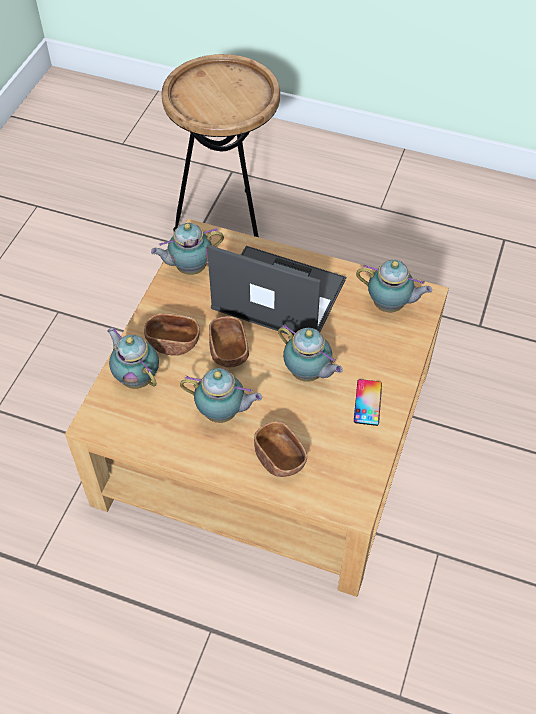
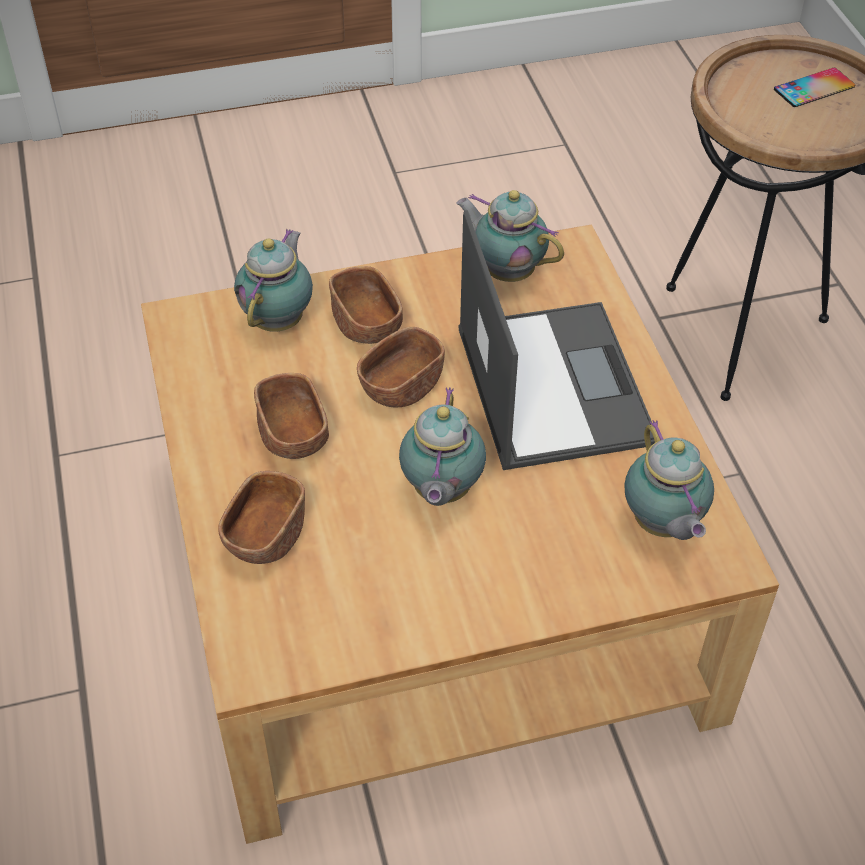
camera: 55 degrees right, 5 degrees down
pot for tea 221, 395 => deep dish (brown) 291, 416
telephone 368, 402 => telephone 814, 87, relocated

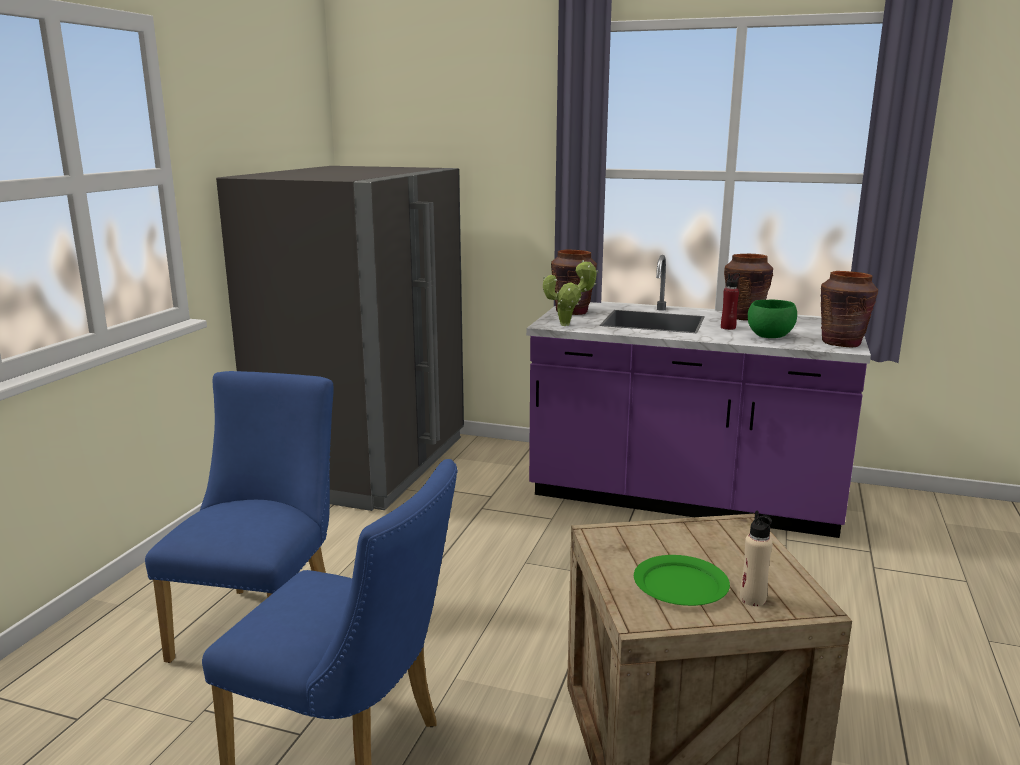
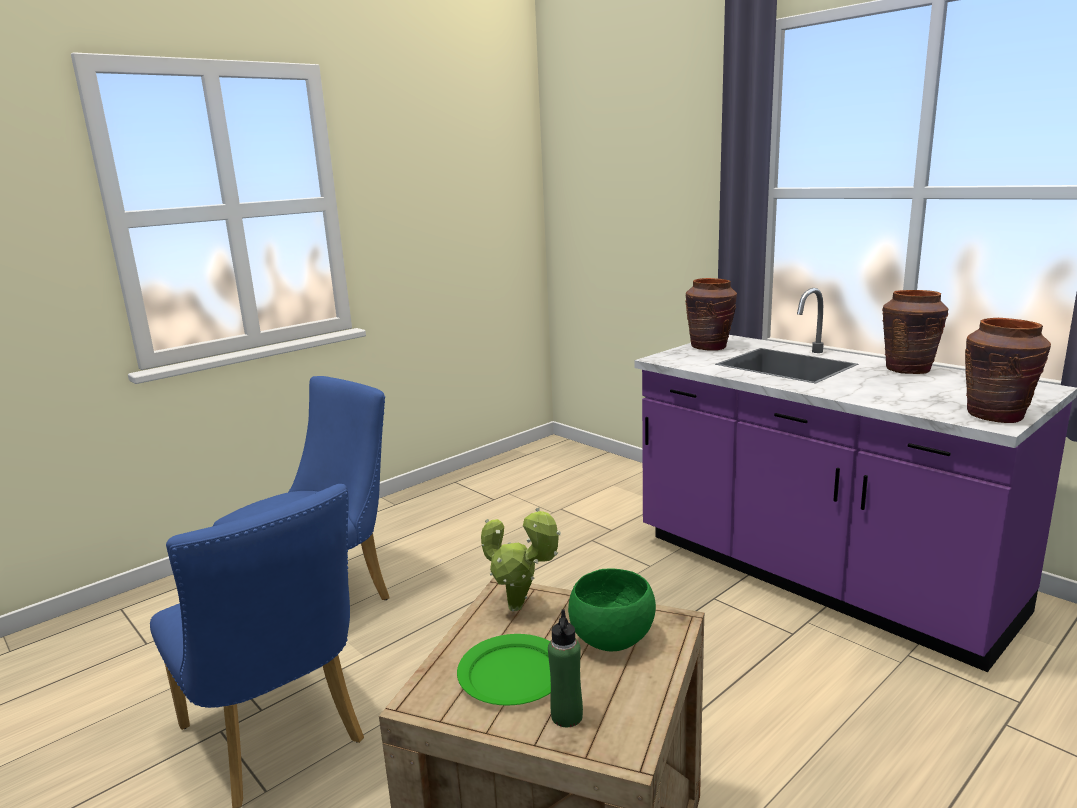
camera: 30 degrees right, 0 degrees up
fridge (greyish) 340, 338 => nothing
potted plant 571, 293 => potted plant 521, 559, relocated
beverage bottle (red-coloured) 730, 301 => nothing
beverage bottle (beige) 756, 558 => beverage bottle (greenish) 565, 668
deep dish (greenish) 772, 319 => deep dish (greenish) 612, 610, relocated

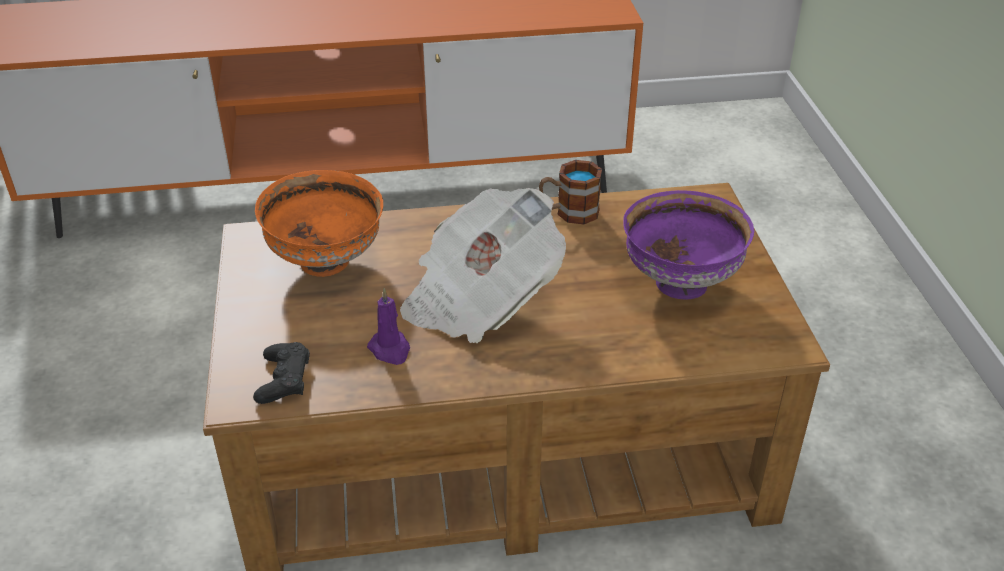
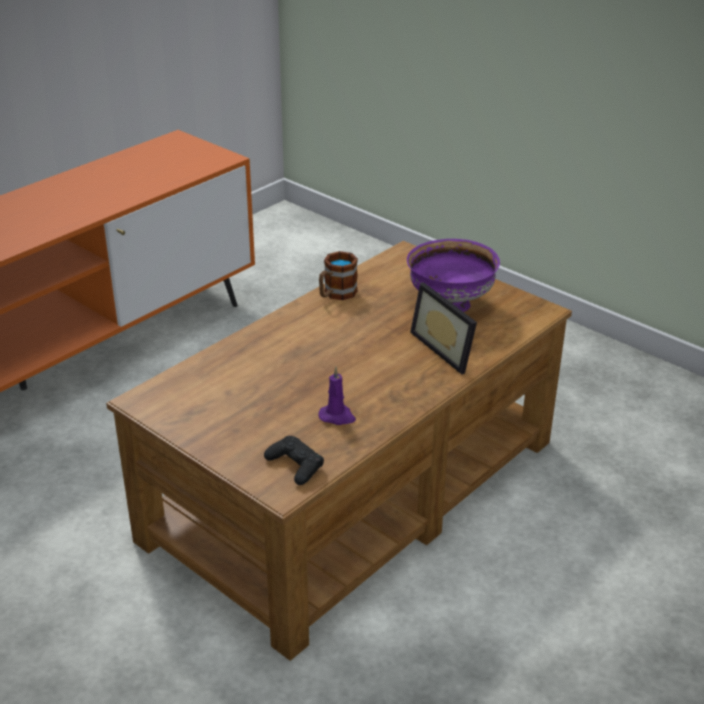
camera: 40 degrees left, 5 degrees down
deep dish (orange-coloured) 319, 223 => nothing
newspaper 483, 265 => nothing
nothing => photo frame 443, 328

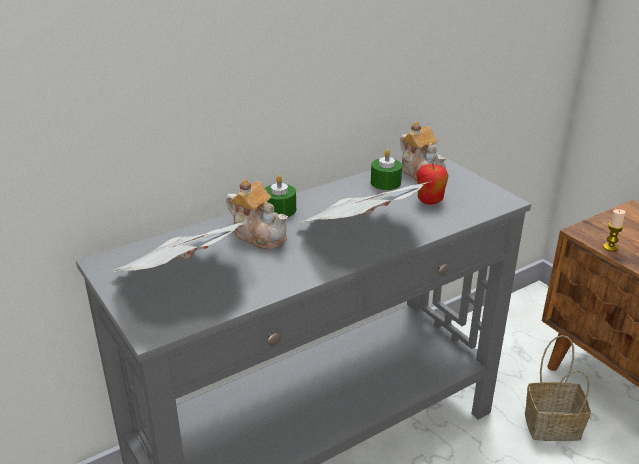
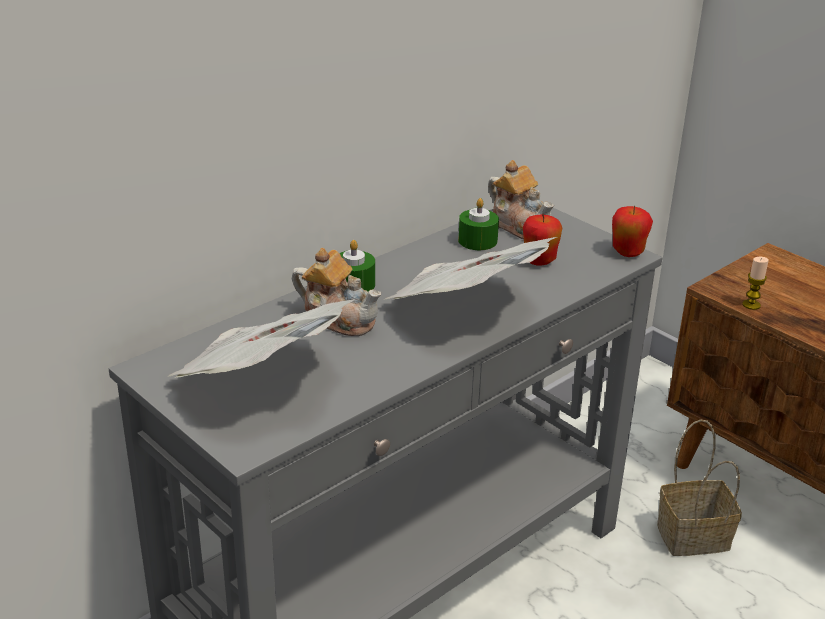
camera: 10 degrees left, 0 degrees up
nothing => whole apple 632, 231

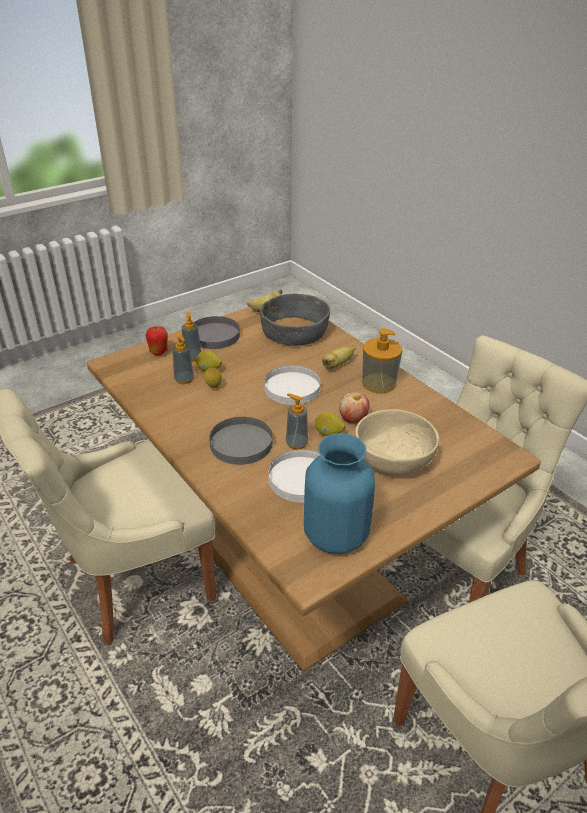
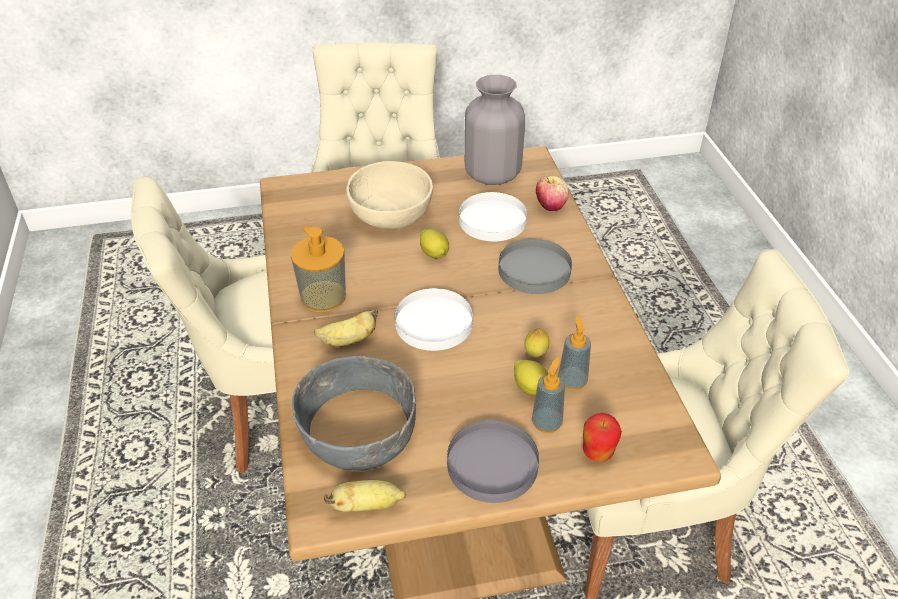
camera: 155 degrees left, 5 degrees up
soap bottle 297, 421 => nothing
flower vase (bluish) 339, 493 => flower vase (greyish) 494, 130
whole apple 354, 407 => whole apple 552, 193, relocated

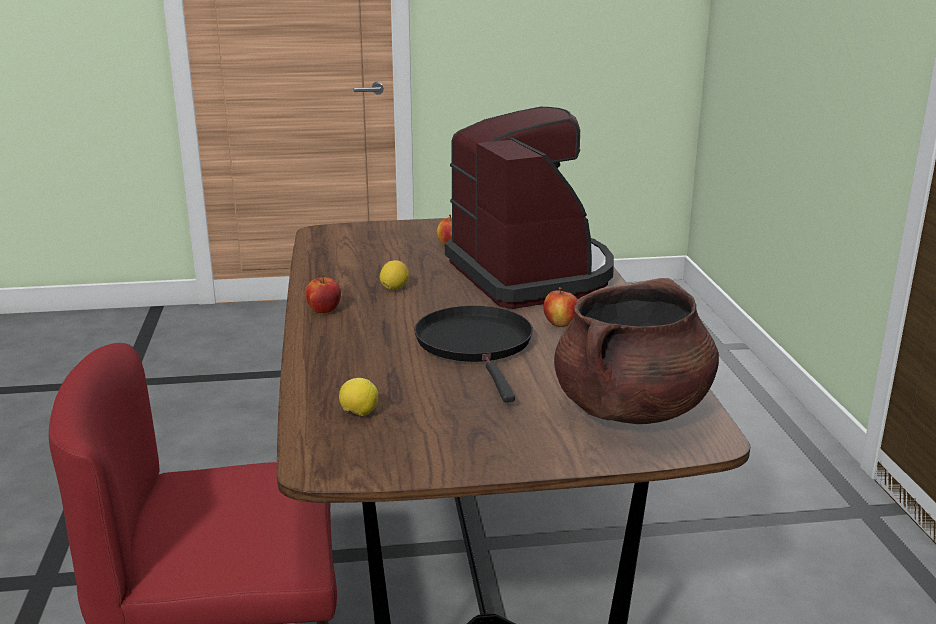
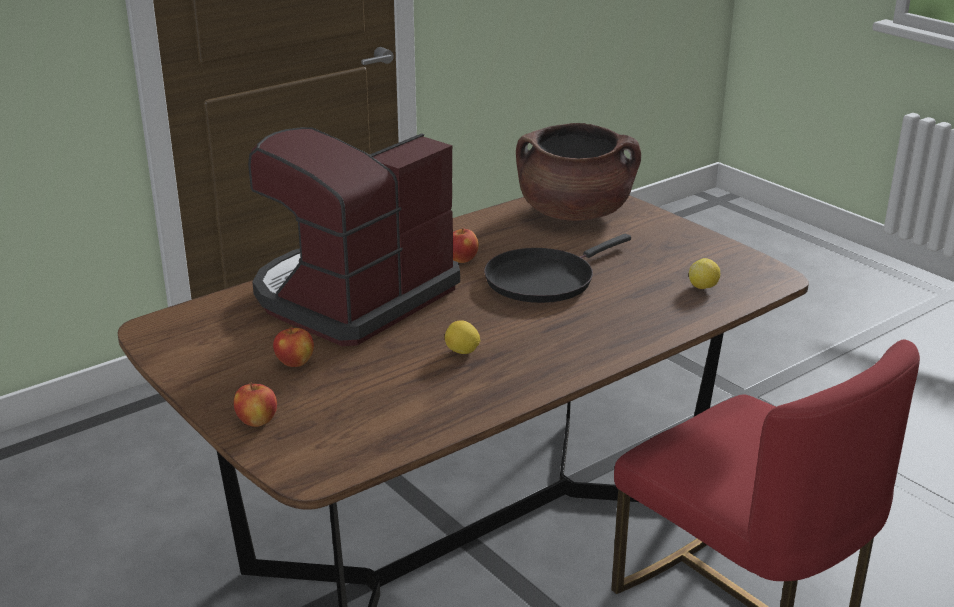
camera: 120 degrees left, 5 degrees up
whole apple 323, 293 => whole apple 255, 405, relocated

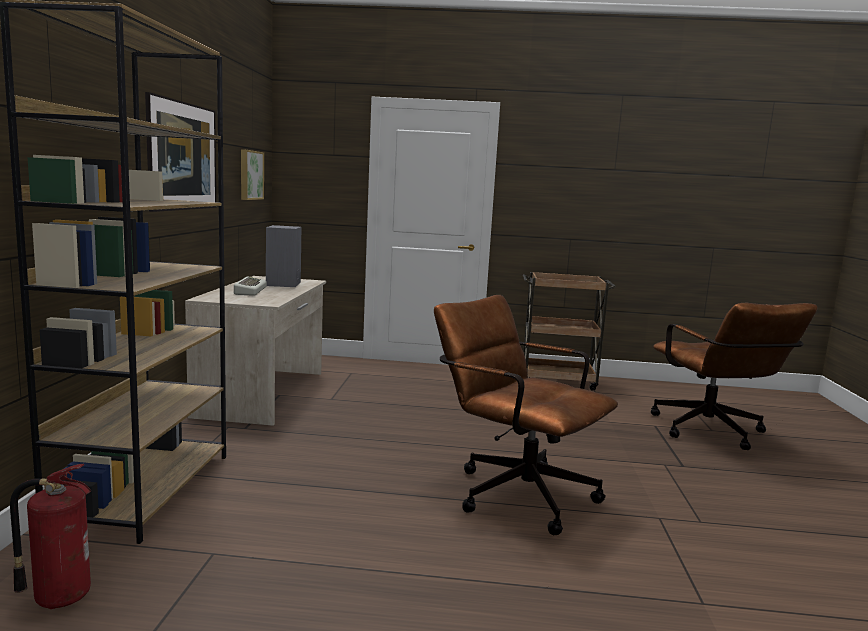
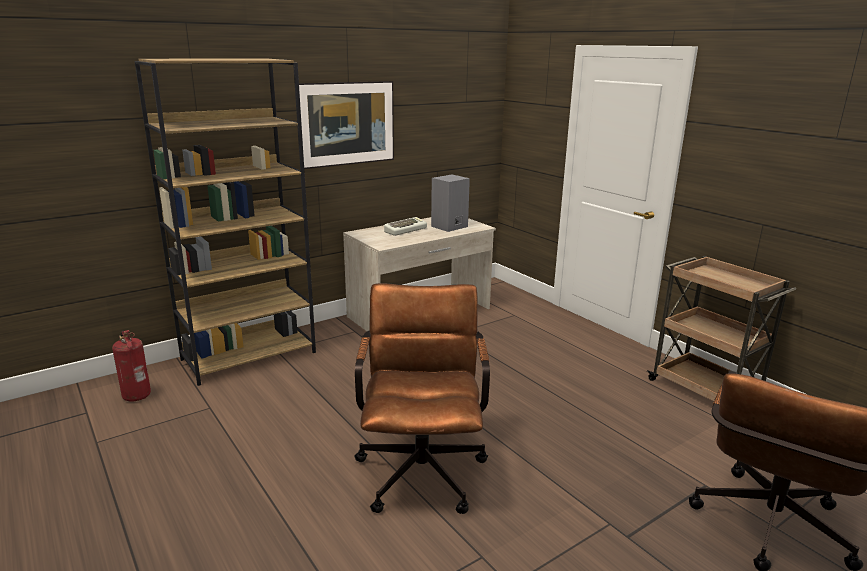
camera: 50 degrees right, 10 degrees up
wall picture 252, 174 => nothing

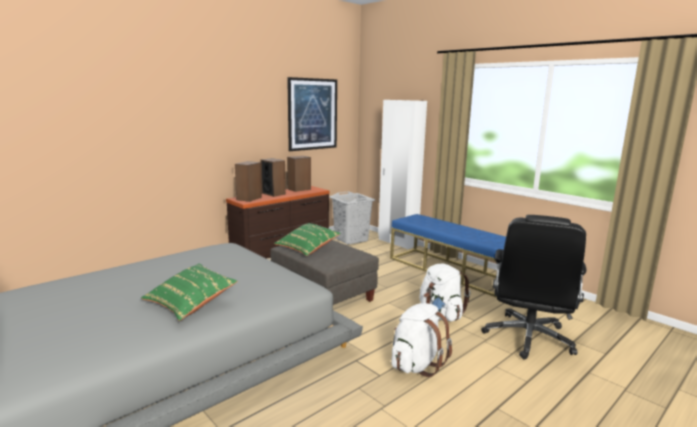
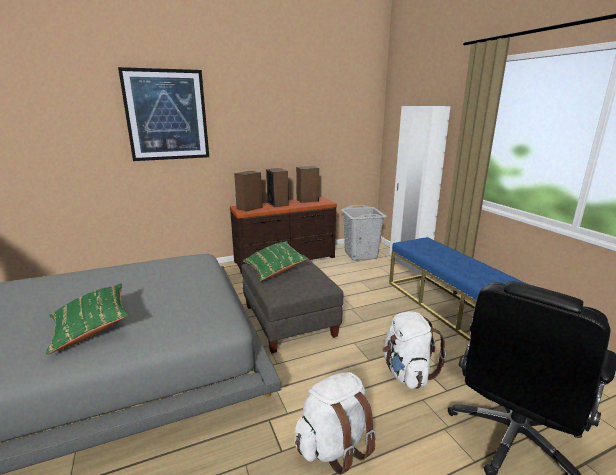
camera: 20 degrees right, 5 degrees up
wall picture 312, 114 => wall picture 163, 114, relocated

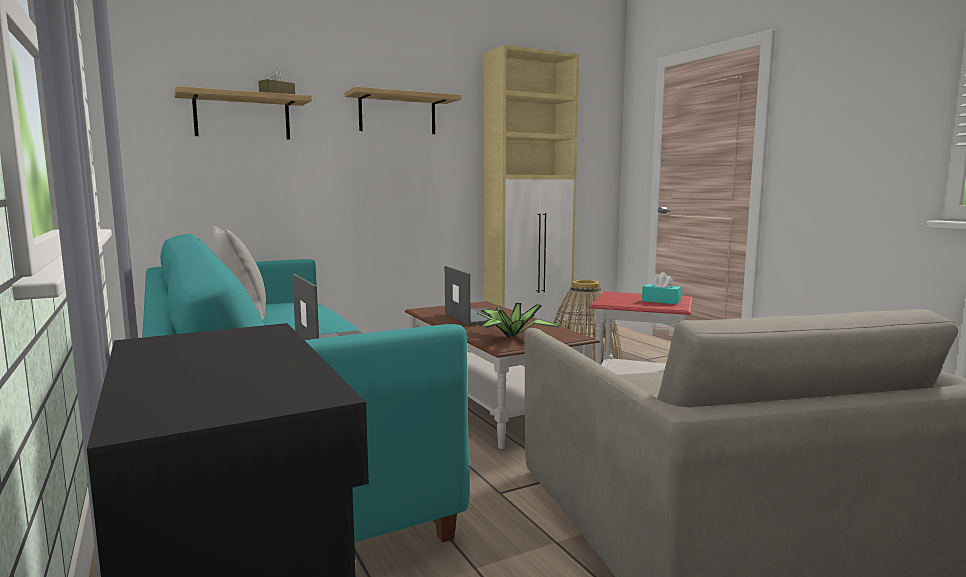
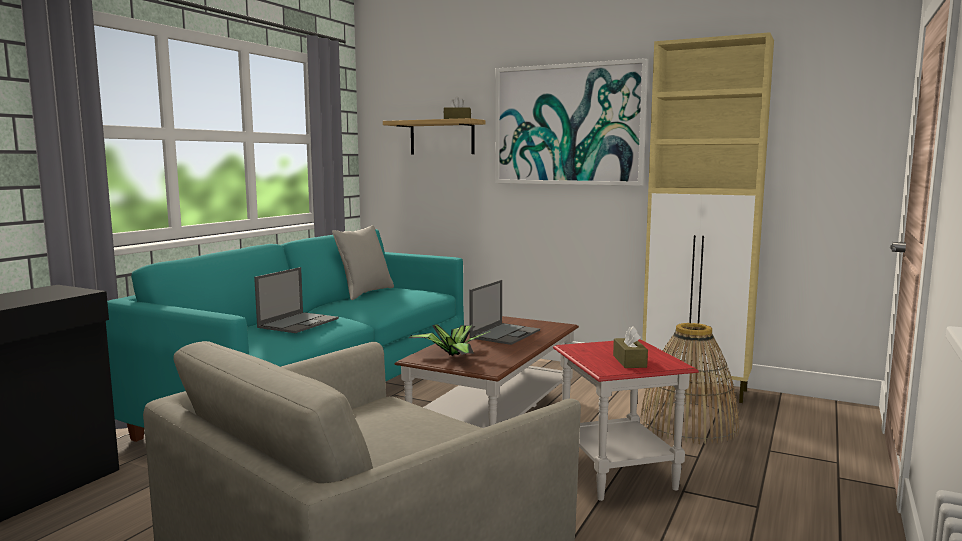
camera: 55 degrees right, 0 degrees up
bracket shelf 403, 110 => wall picture 571, 122
box of tissues (turquoise) 661, 288 => box of tissues (brown) 630, 347

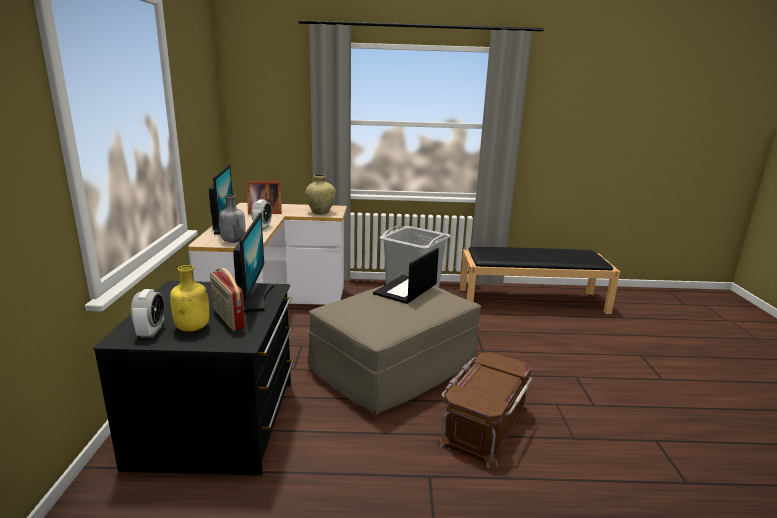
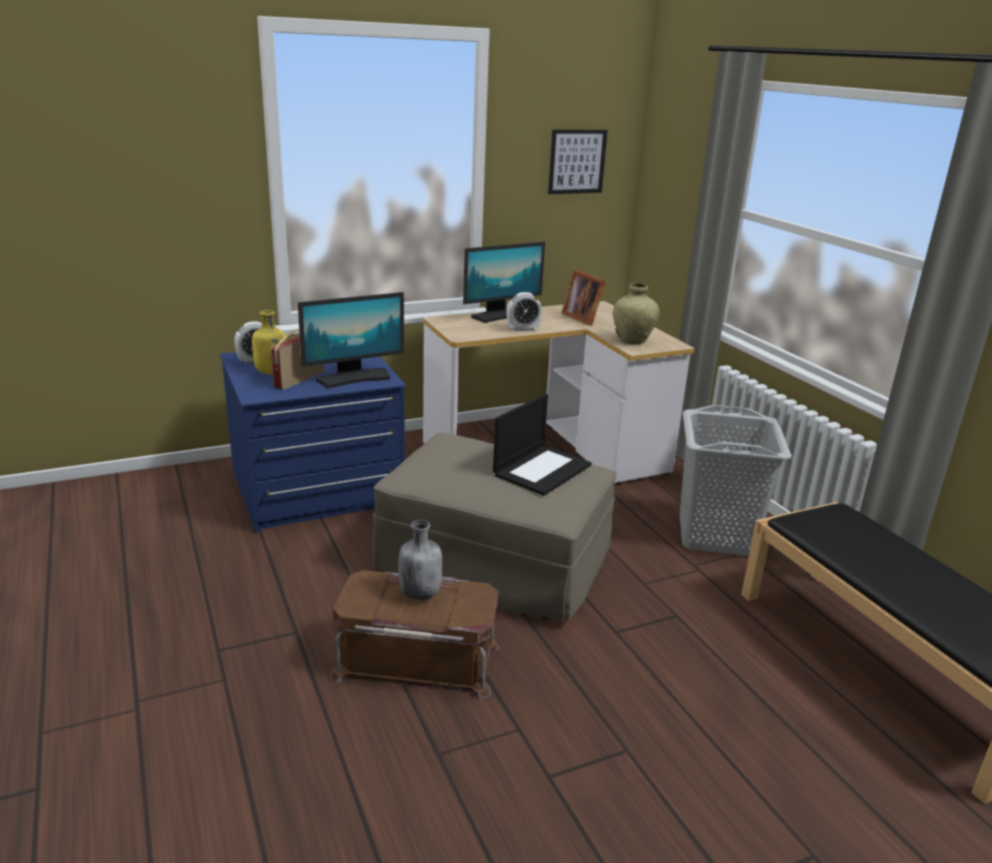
camera: 65 degrees right, 5 degrees up
dresser (blackish) 193, 378 => dresser (bluish) 313, 442
beverage bottle (greyish) 232, 219 => beverage bottle (greyish) 420, 560, relocated
portable computer 406, 276 => portable computer 542, 445, 120 degrees clockwise
nothing => wall picture 578, 162

